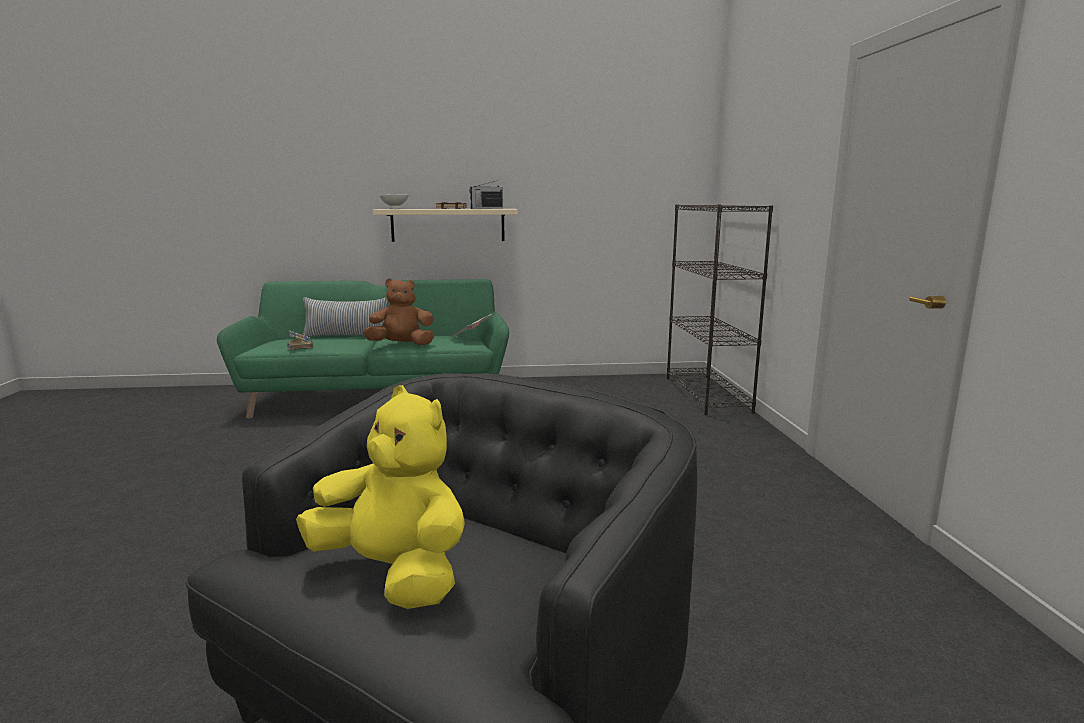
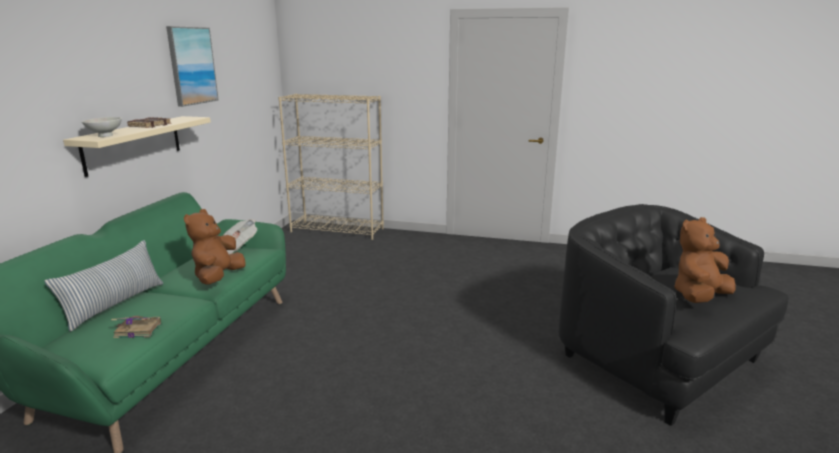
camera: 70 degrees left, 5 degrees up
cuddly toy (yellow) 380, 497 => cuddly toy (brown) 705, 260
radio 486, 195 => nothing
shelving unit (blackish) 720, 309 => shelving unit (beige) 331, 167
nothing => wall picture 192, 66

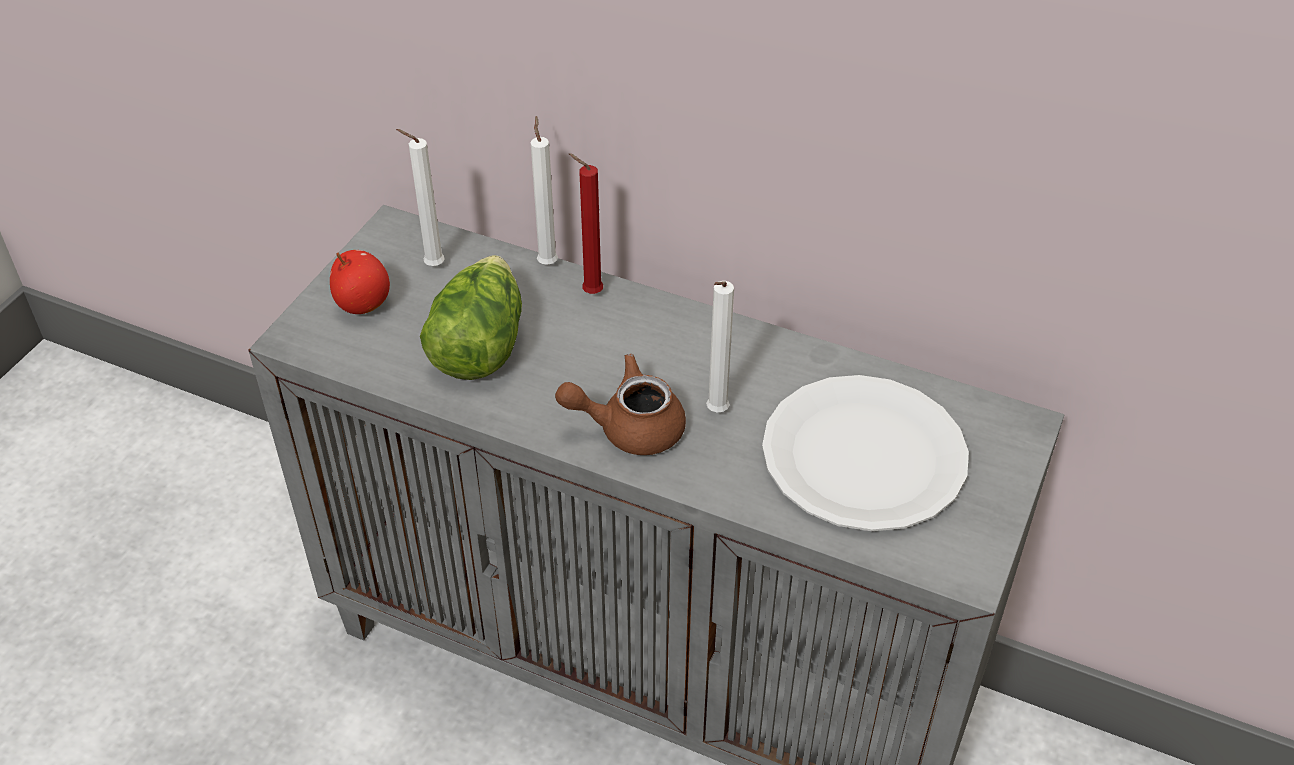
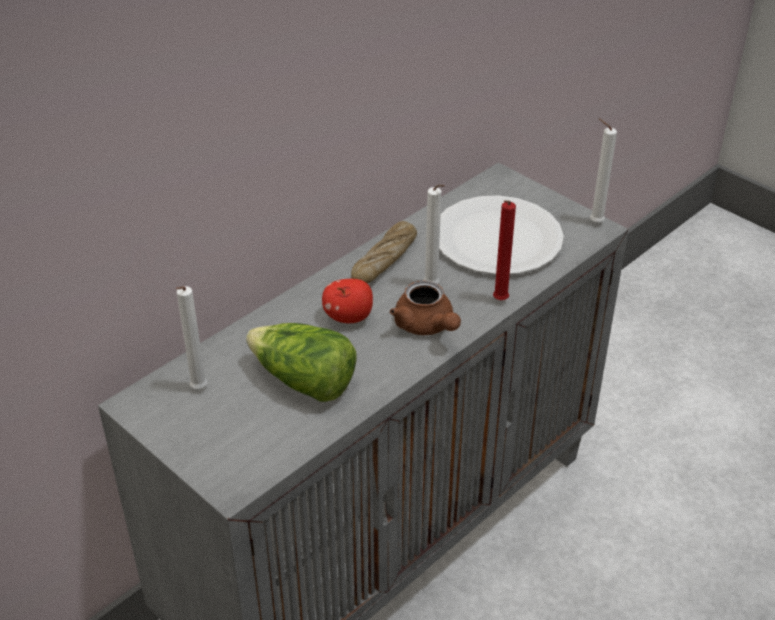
camera: 70 degrees left, 5 degrees down
whole apple 360, 282 => whole apple 347, 301, relocated
wax candle (white) 544, 190 => wax candle (white) 603, 171, relocated
pot for tea (brown) 620, 404 => pot for tea (brown) 425, 307, 45 degrees counterclockwise
wax candle (red-coloured) 586, 223 => wax candle (red-coloured) 504, 250, relocated
nothing => baked bread 384, 252

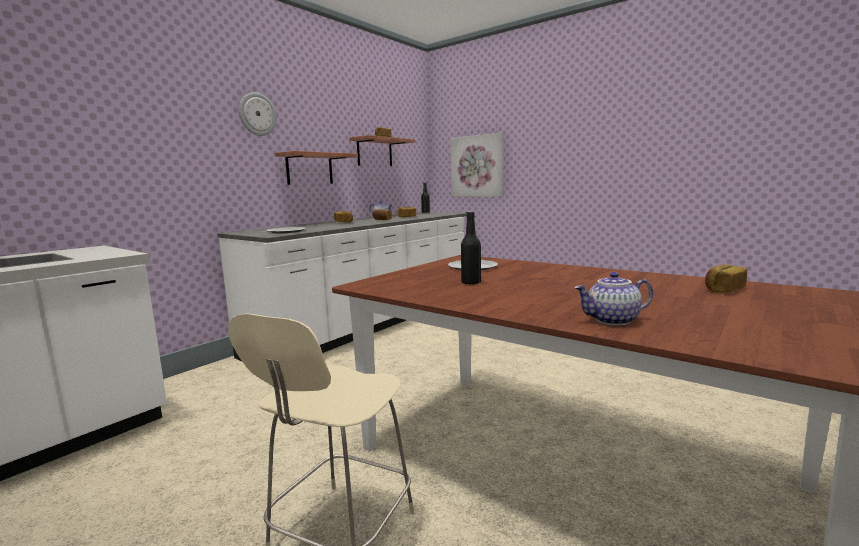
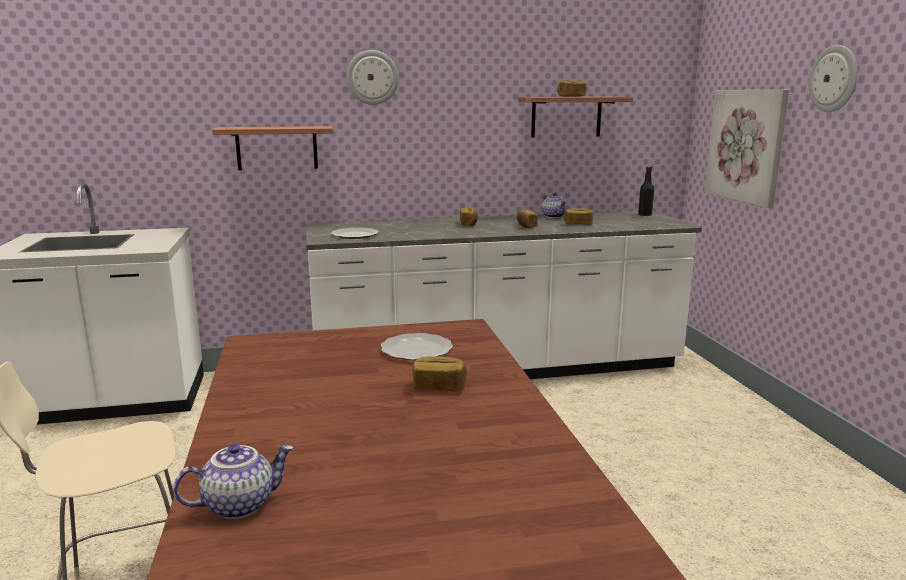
camera: 40 degrees right, 5 degrees up
bracket shelf 316, 168 => bracket shelf 272, 148, relocated
beverage bottle (blackish) 471, 248 => nothing
pot for tea 613, 299 => pot for tea 233, 481, 120 degrees clockwise
baked bread 726, 278 => baked bread 439, 374, relocated
nothing => wall clock 833, 78

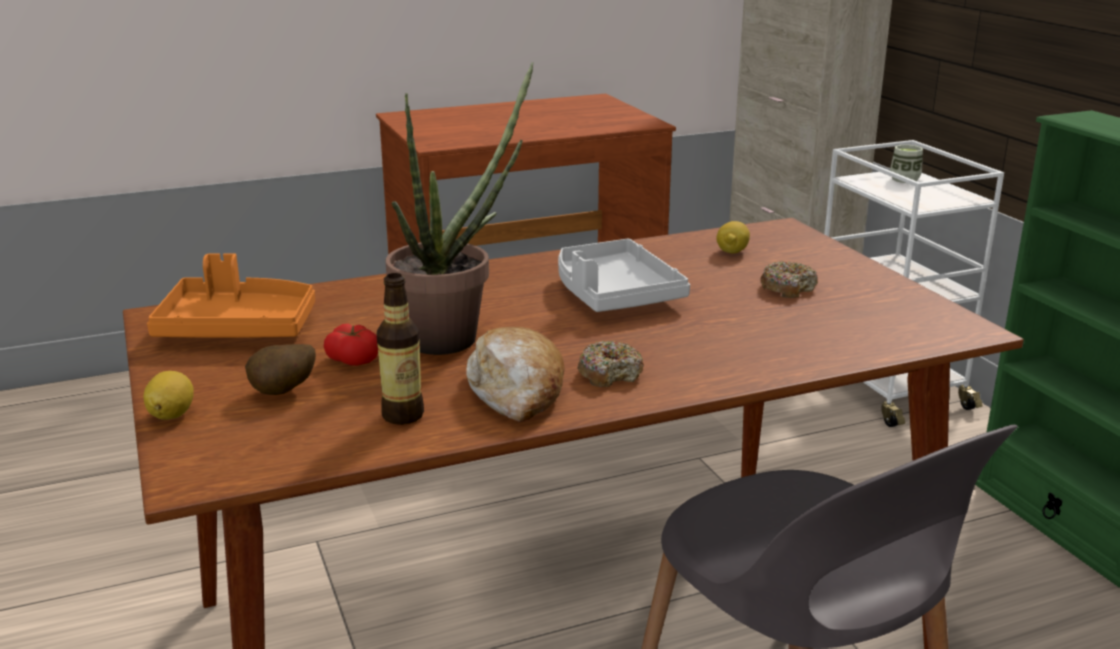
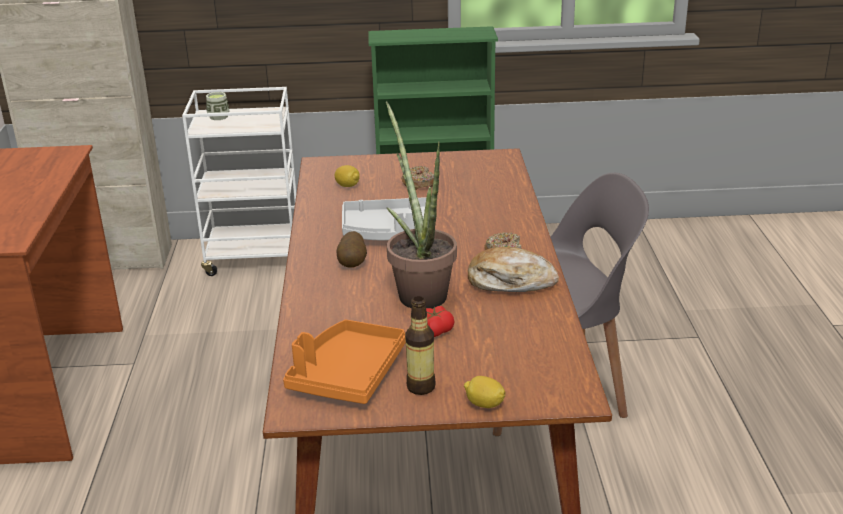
camera: 70 degrees left, 5 degrees up
spud 280, 369 => spud 352, 249, relocated
beverage bottle 400, 349 => beverage bottle 420, 345, relocated

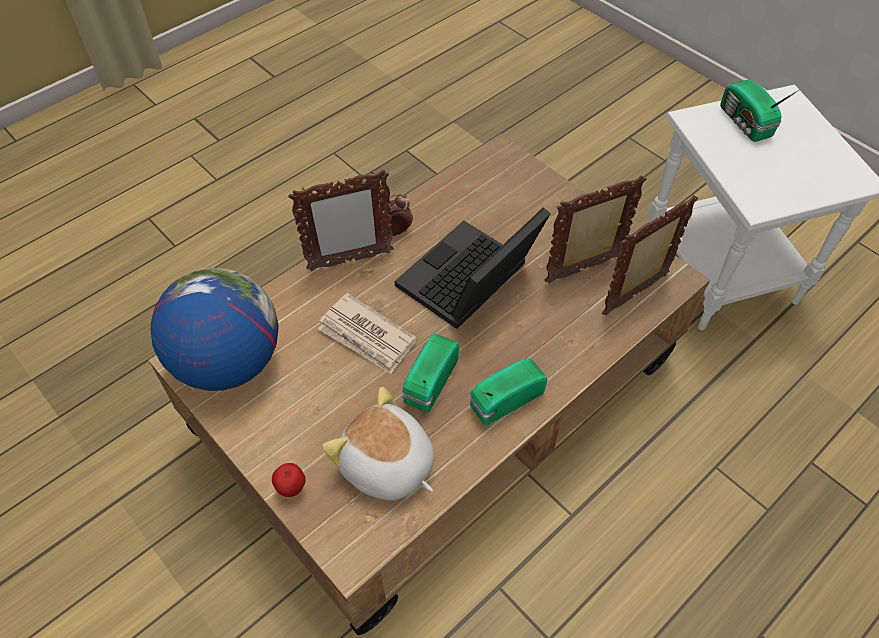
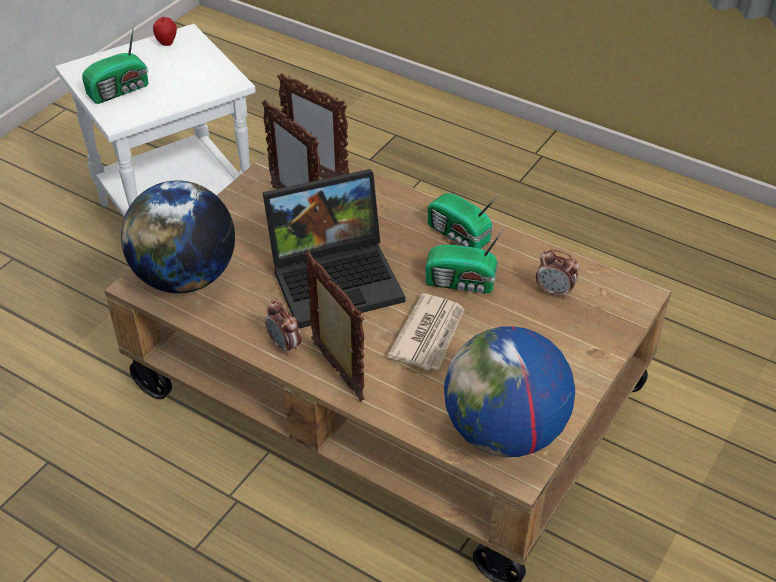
camera: 105 degrees left, 10 degrees down
whole apple 289, 480 => whole apple 165, 31, relocated
cuddly toy 378, 444 => table clock 557, 274
portable computer 473, 268 => portable computer 334, 249, 45 degrees counterclockwise
nothing => desk globe 178, 236

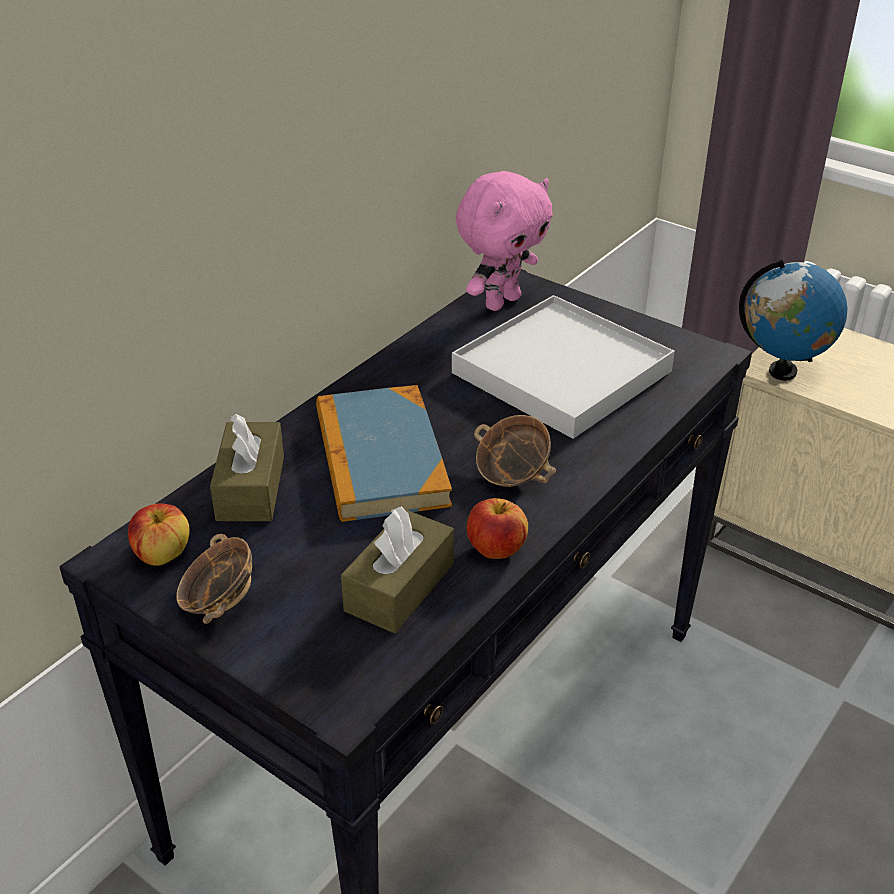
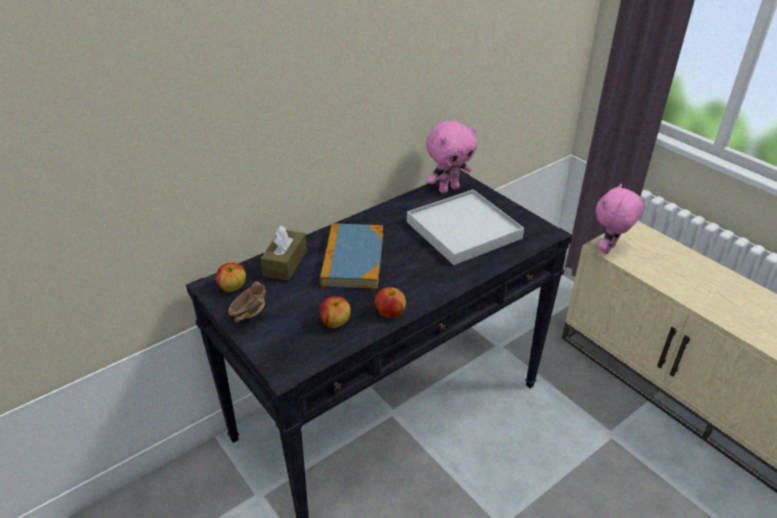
camera: 15 degrees right, 0 degrees up
box of tissues (brown) 397, 569 => whole apple 335, 312
deep dish 515, 451 => nothing
desk globe 793, 320 => cuddly toy (pink) 620, 219

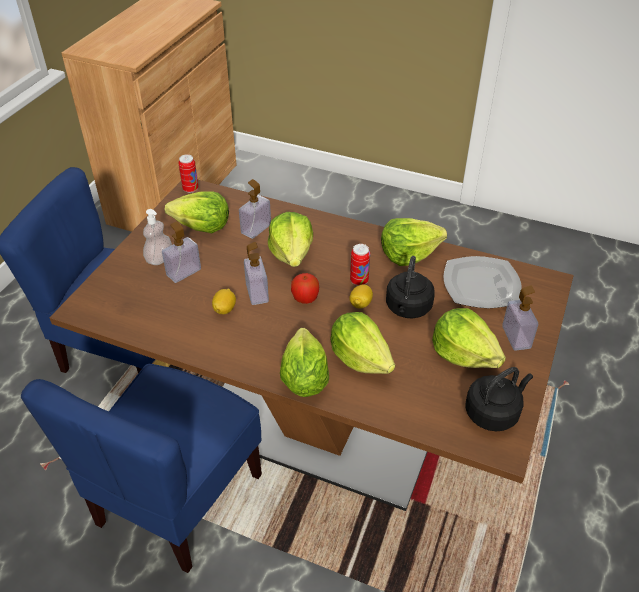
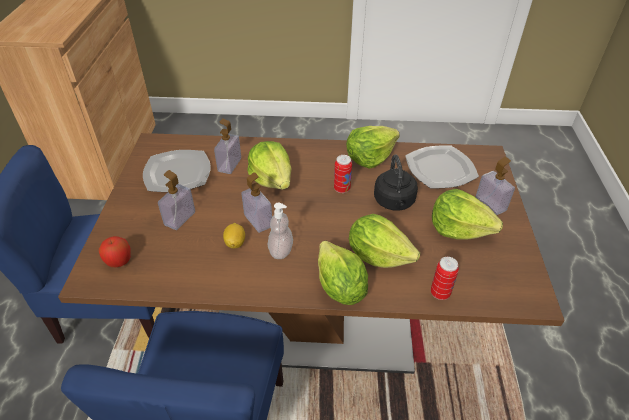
camera: 20 degrees left, 0 degrees up
soap bottle 157, 237 => soap bottle 280, 231, relocated
lettuce head 196, 212 => flat dish 177, 171
can 188, 173 => can 445, 278, relocated
whole apple 305, 288 => whole apple 115, 251, relocated
lemon 361, 296 => nothing
tea kettle (blackish) 499, 399 => nothing

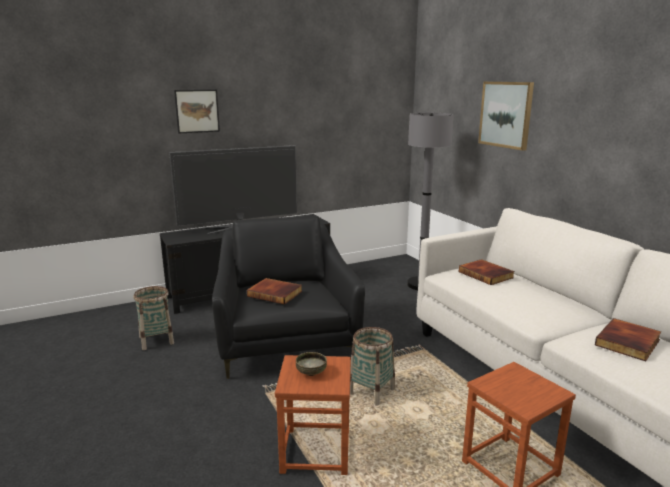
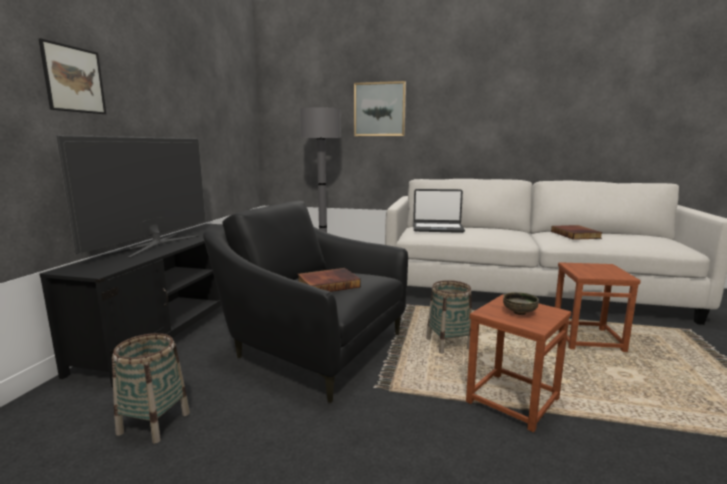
camera: 50 degrees left, 5 degrees down
bound book 487, 272 => portable computer 439, 211

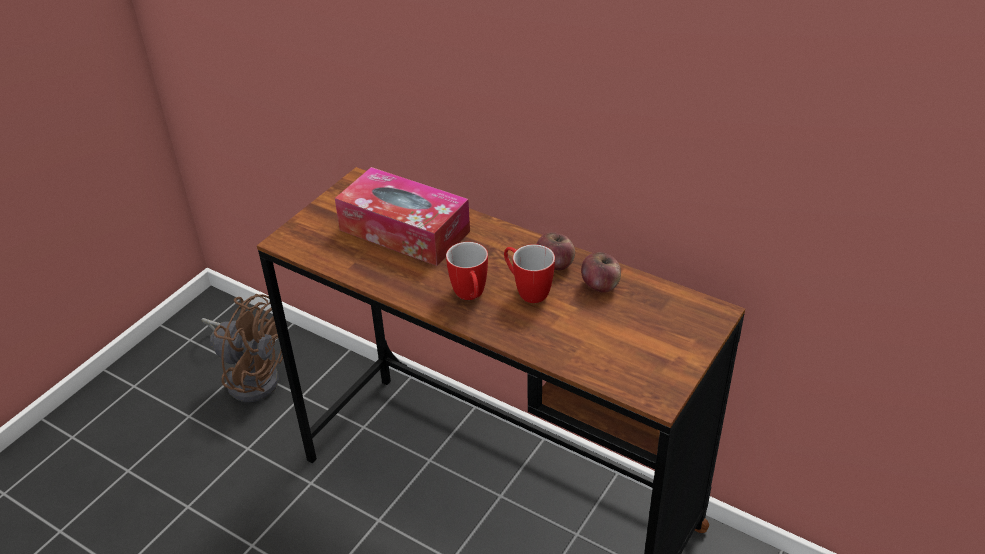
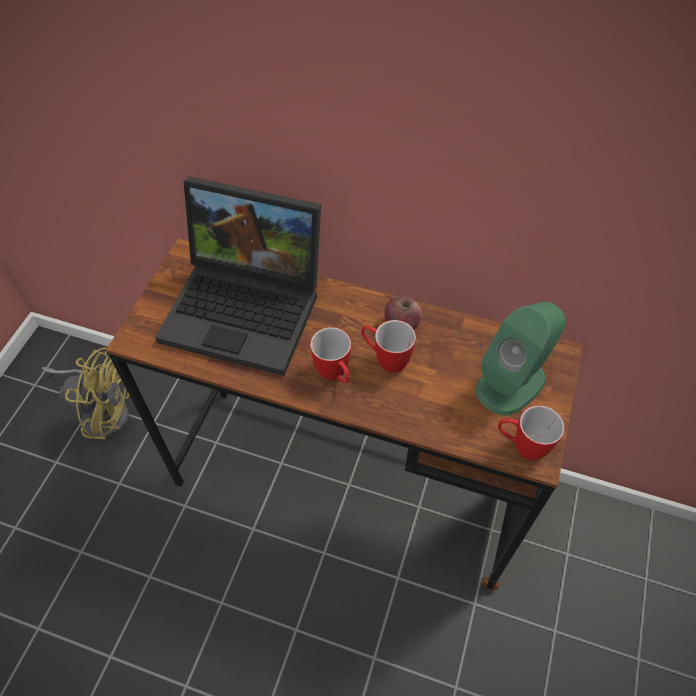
camera: 15 degrees left, 15 degrees up
cooling fan (brown) 242, 348 => cooling fan (yellow) 85, 393
box of tissues 402, 216 => portable computer 238, 276
whole apple 601, 272 => nothing
nothing => audio speaker (greenish) 521, 358
nothing => mug 531, 432

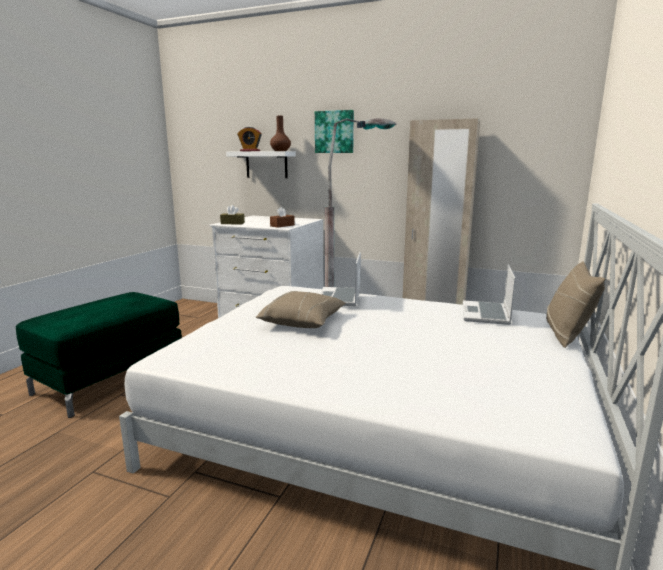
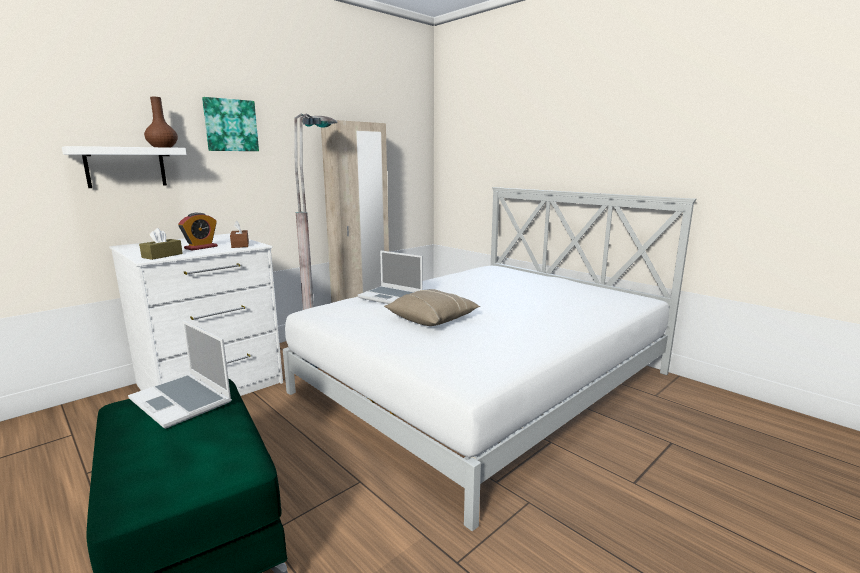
camera: 65 degrees left, 0 degrees up
table clock 249, 139 => table clock 198, 232, relocated
portable computer 489, 295 => portable computer 180, 374, relocated
pillow (beige) 575, 304 => nothing

